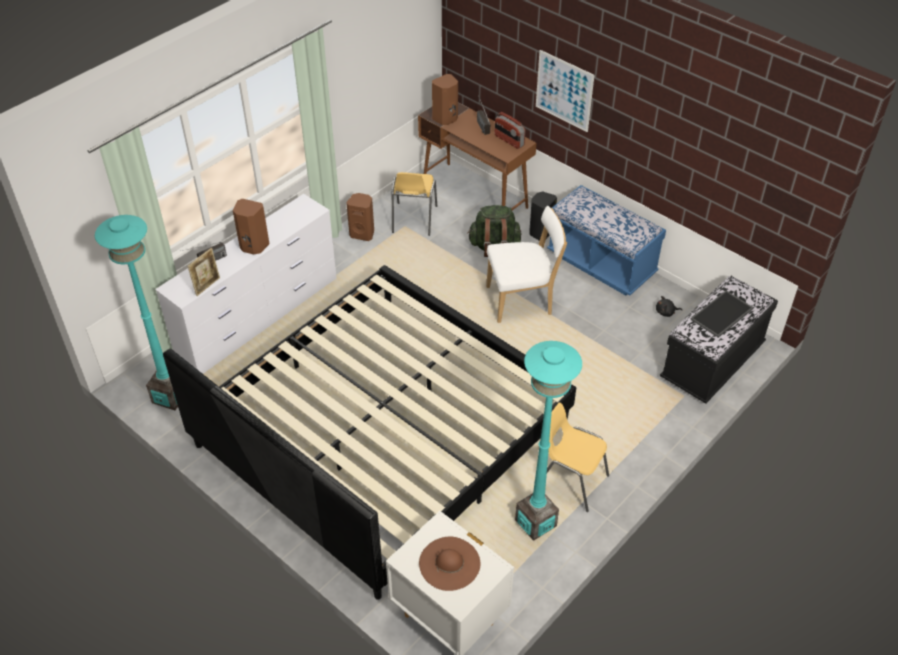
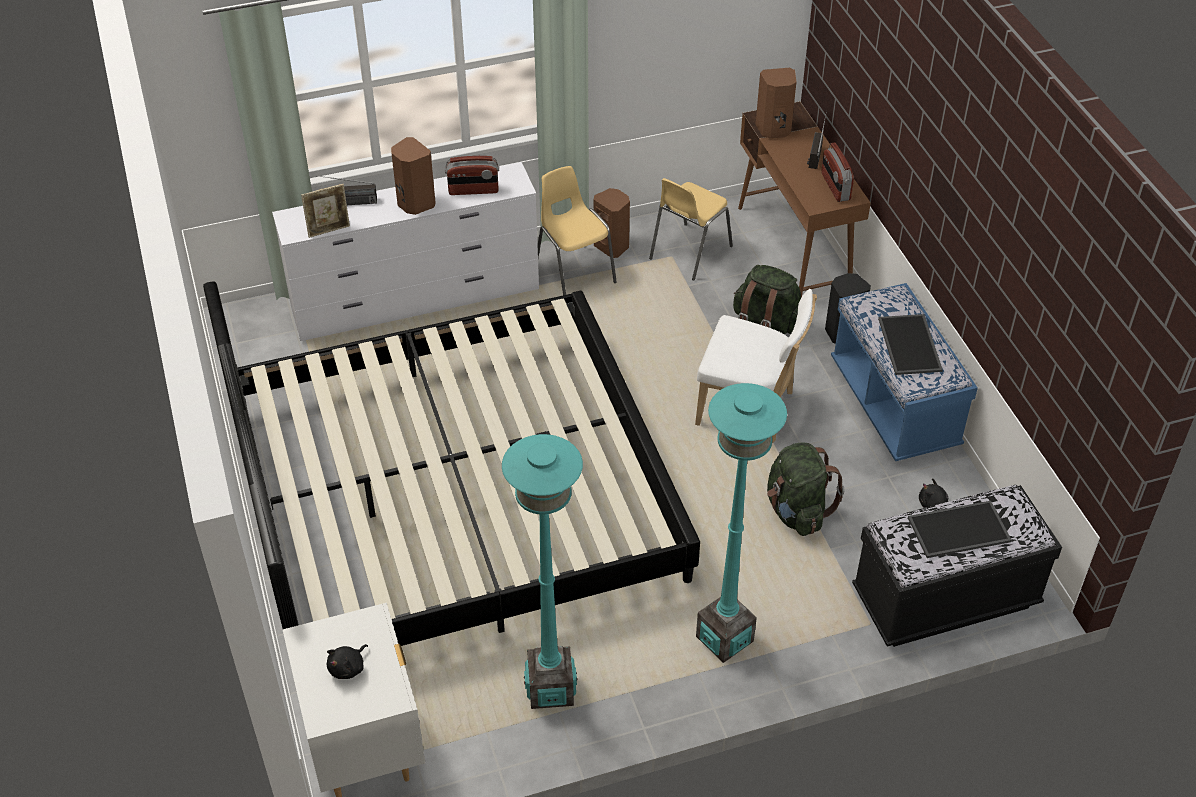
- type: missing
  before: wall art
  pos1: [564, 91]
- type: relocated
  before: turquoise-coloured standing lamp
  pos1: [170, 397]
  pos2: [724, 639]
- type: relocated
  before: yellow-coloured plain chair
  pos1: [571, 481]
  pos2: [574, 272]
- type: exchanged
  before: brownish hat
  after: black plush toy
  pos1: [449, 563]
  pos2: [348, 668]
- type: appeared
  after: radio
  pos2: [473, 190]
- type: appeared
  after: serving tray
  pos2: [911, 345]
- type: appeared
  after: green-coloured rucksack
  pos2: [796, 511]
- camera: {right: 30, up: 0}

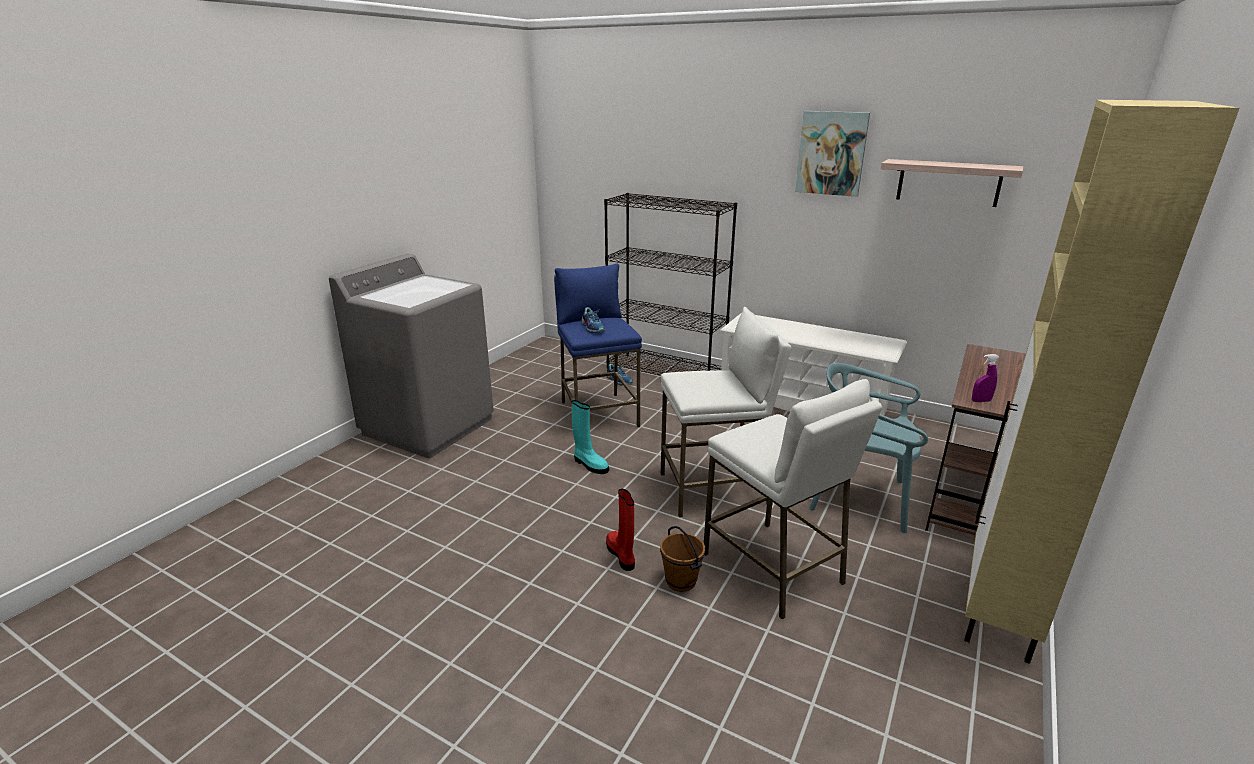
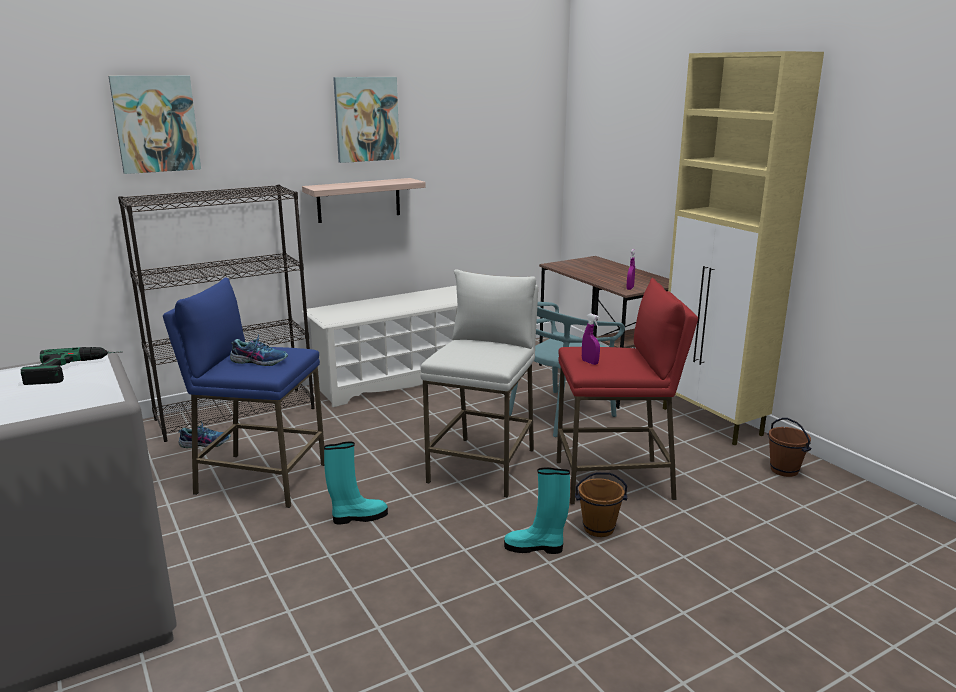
- type: relocated
  before: wall shelf
  pos1: [948, 182]
  pos2: [359, 200]
- type: colour
  before: white-coloured sitting stool
  after: red sitting stool
  pos1: [773, 568]
  pos2: [614, 480]
- type: colour
  before: red boot
  after: turquoise-coloured boot
  pos1: [621, 555]
  pos2: [535, 547]
- type: appeared
  after: wall art
  pos2: [156, 124]
- type: appeared
  after: purple-coloured hand sprayer
  pos2: [590, 362]
- type: appeared
  after: electric drill
  pos2: [76, 370]
- type: appeared
  after: brownish water bucket
  pos2: [784, 470]
- camera: {right: -60, up: -5}

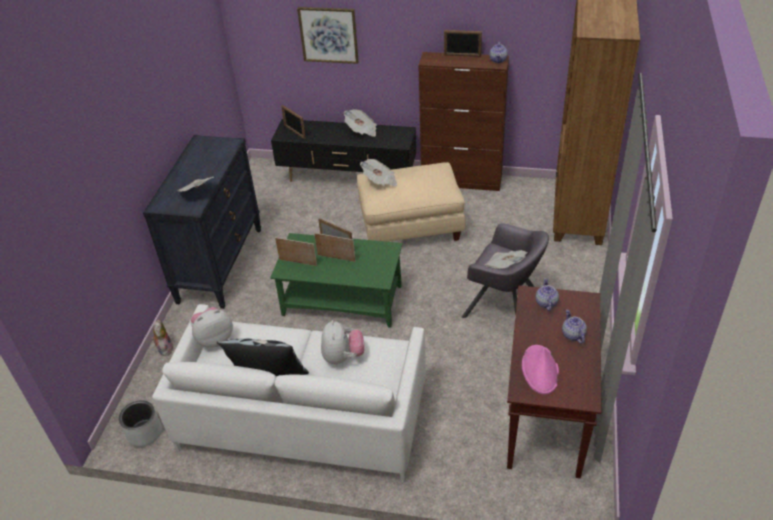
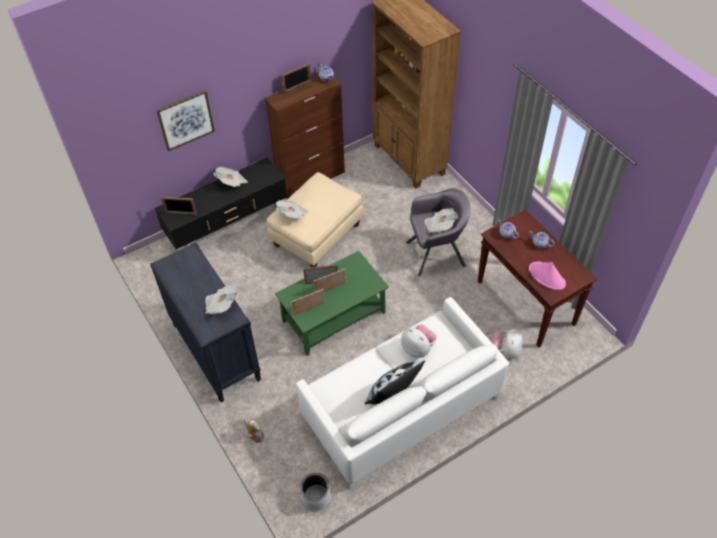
- type: relocated
  before: plush toy
  pos1: [214, 339]
  pos2: [505, 351]
- camera: {right: -45, up: 10}

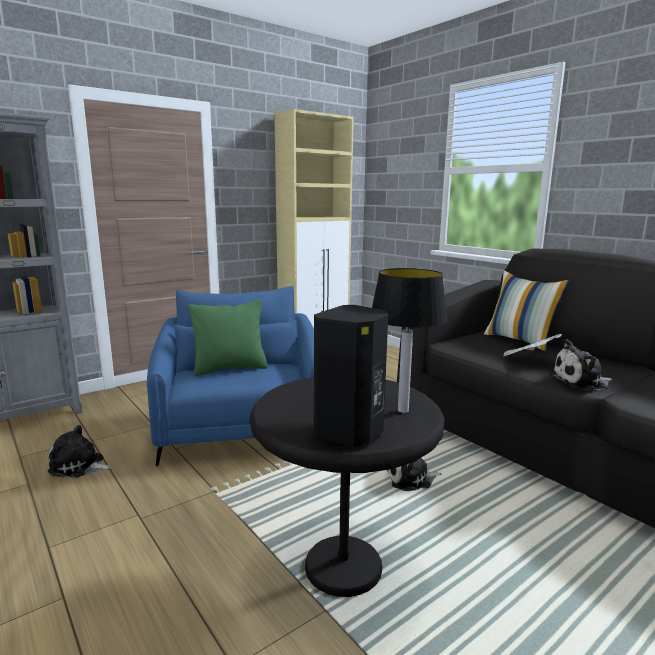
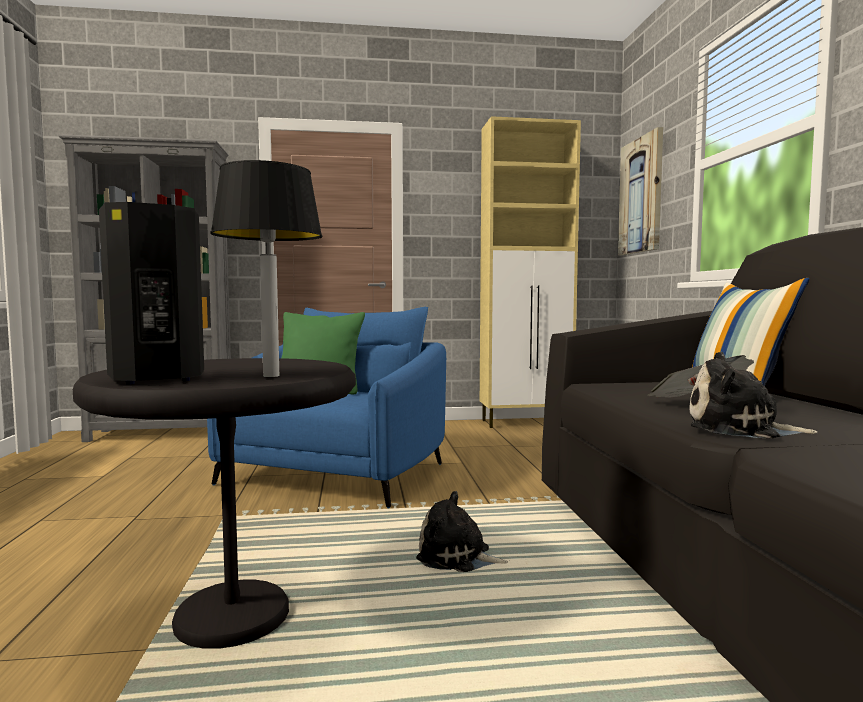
- type: missing
  before: plush toy
  pos1: [79, 466]
- type: appeared
  after: wall art
  pos2: [641, 195]
- camera: {right: 30, up: -10}

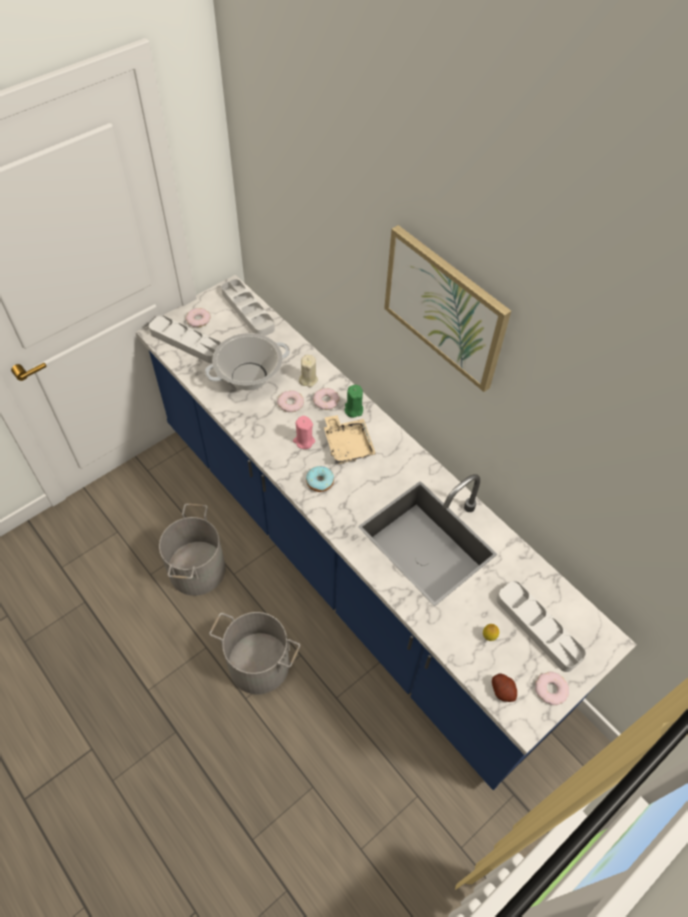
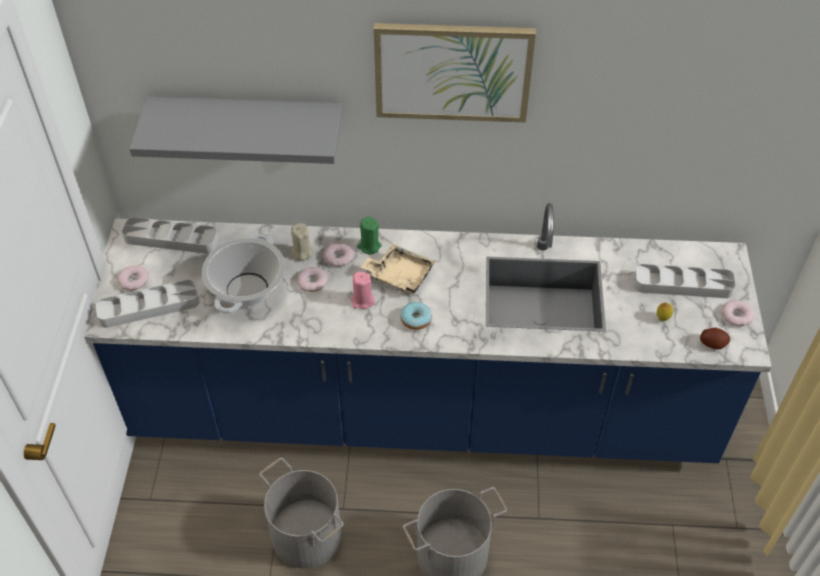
- type: appeared
  after: greyish wall shelf
  pos2: [247, 124]
- camera: {right: -45, up: -5}

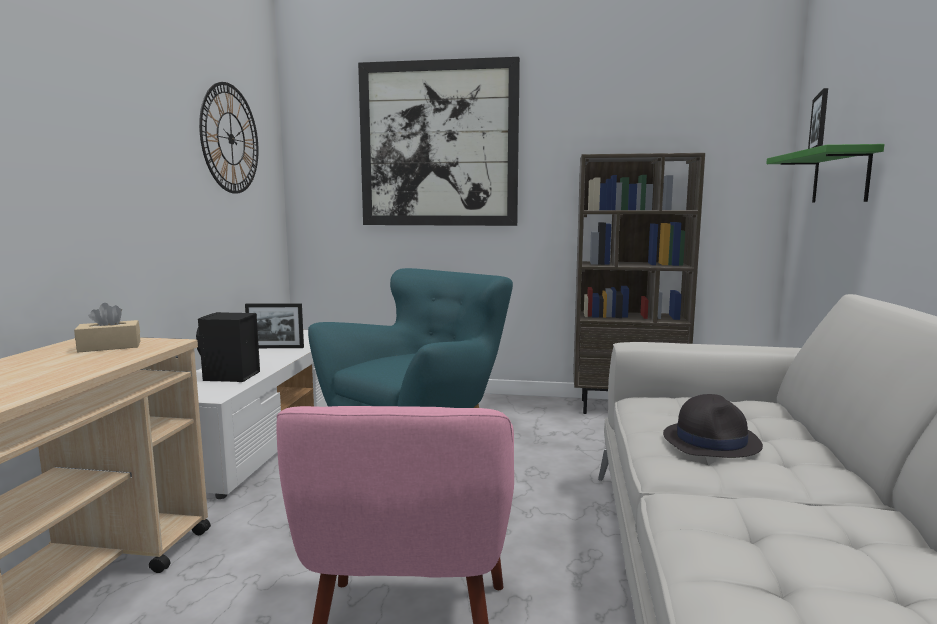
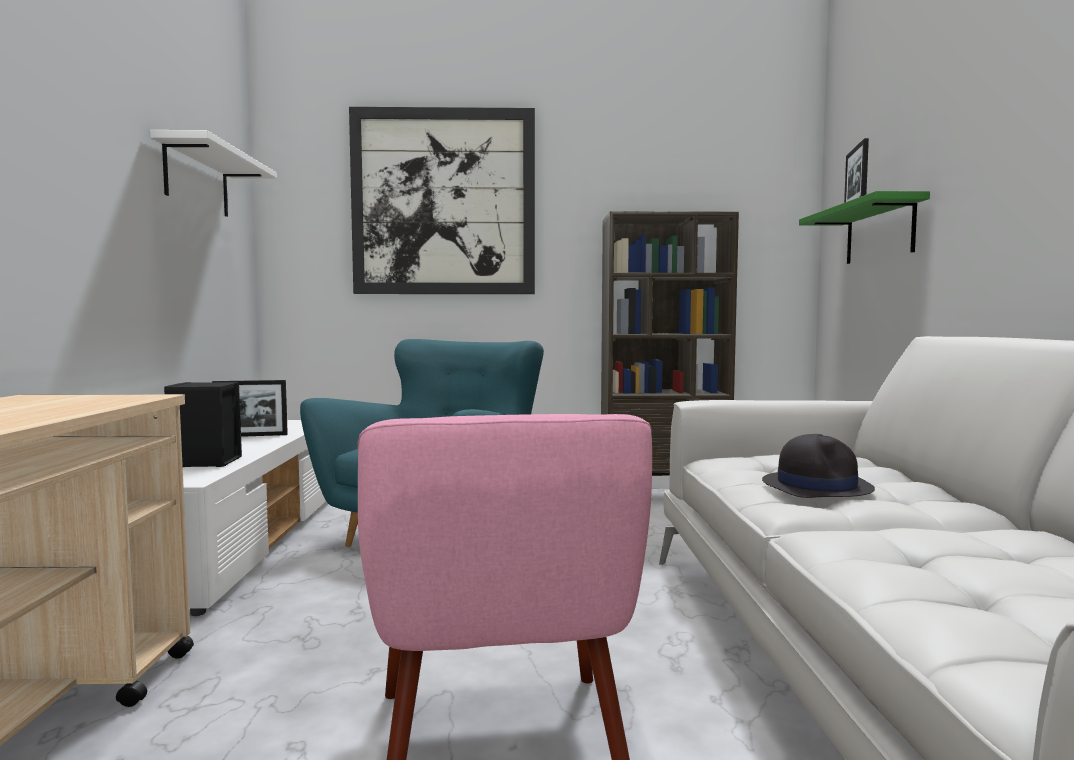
- type: exchanged
  before: wall clock
  after: white-coloured wall shelf
  pos1: [230, 139]
  pos2: [197, 180]
- type: missing
  before: sand-coloured tissue box
  pos1: [109, 347]
- camera: {right: -10, up: -5}

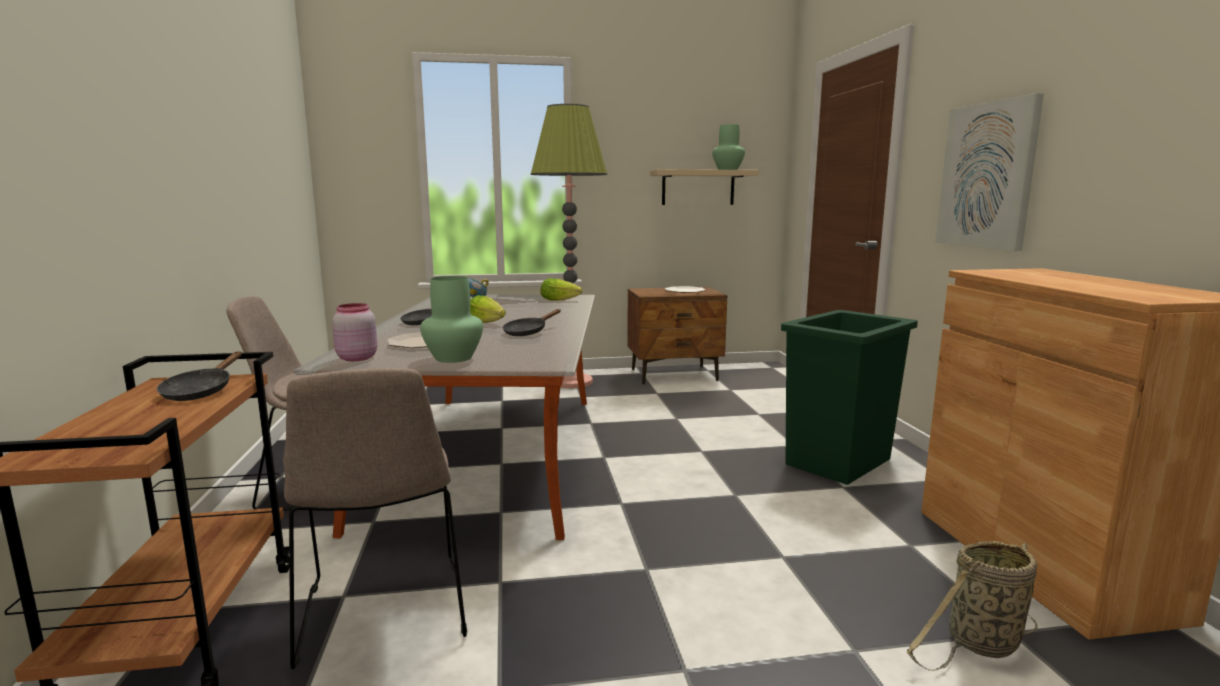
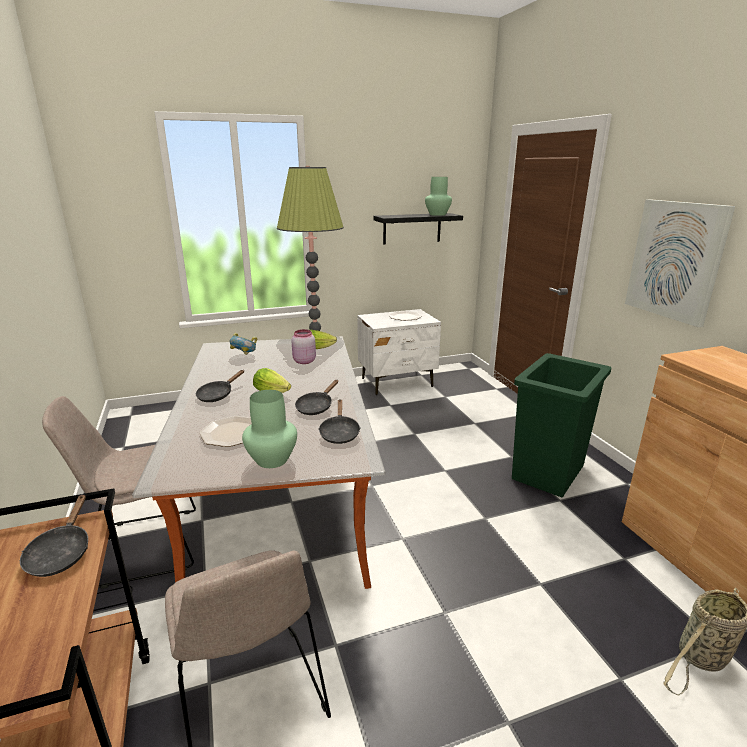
- type: colour
  before: sand-coloured wall shelf
  after: black wall shelf
  pos1: [698, 187]
  pos2: [412, 228]
- type: colour
  before: brownish nightstand
  after: white-coloured nightstand
  pos1: [674, 375]
  pos2: [397, 382]
- type: relocated
  before: pink-coloured preserve jar
  pos1: [356, 358]
  pos2: [303, 361]
- type: appeared
  after: black pan
  pos2: [339, 433]
- camera: {right: -10, up: 10}

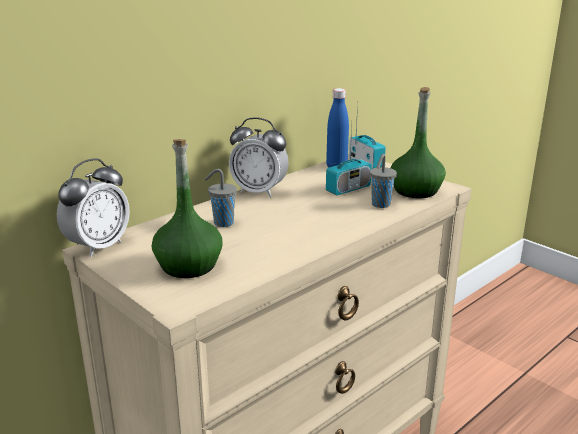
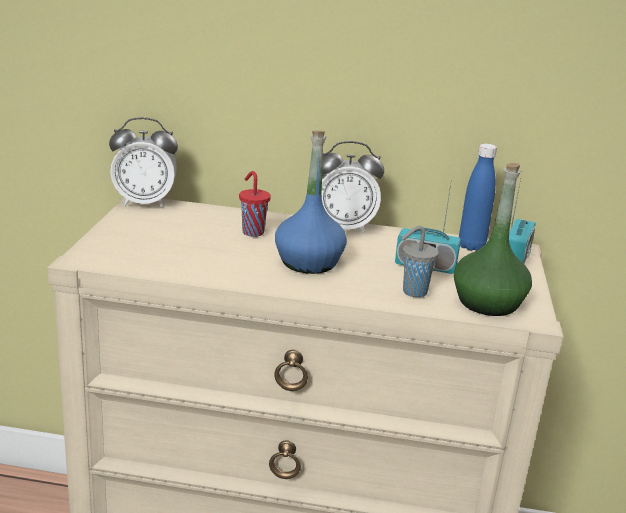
- type: spun
  before: alarm clock
  pos1: [259, 192]
  pos2: [344, 228]
  turn: -75
- type: missing
  before: green-coloured bottle
  pos1: [188, 265]
- type: colour
  before: greyish cup
  after: red cup
  pos1: [222, 223]
  pos2: [252, 232]
- type: appeared
  after: bluish bottle
  pos2: [308, 262]
- camera: {right: 50, up: 0}

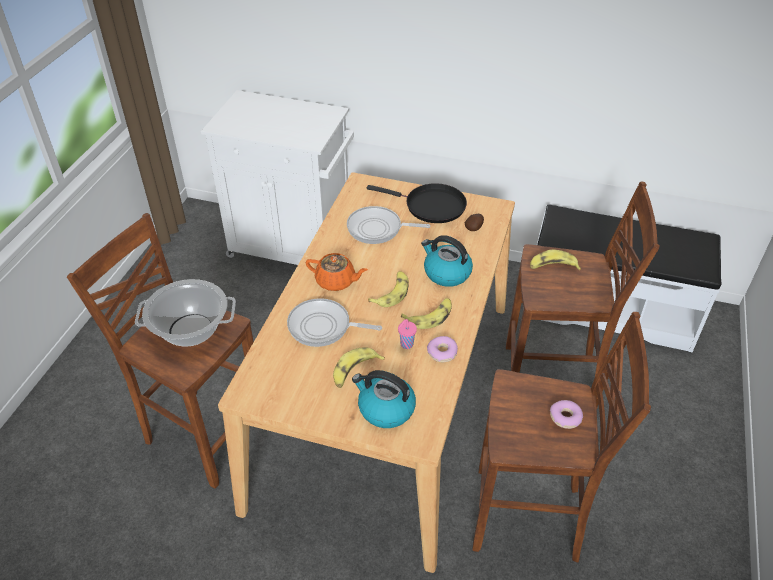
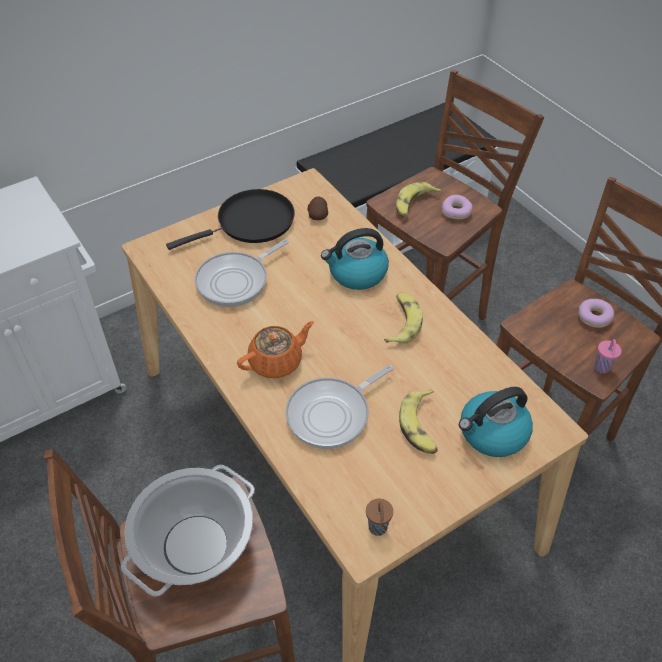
- type: missing
  before: banana
  pos1: [391, 293]
- type: relocated
  before: pink-coloured cup
  pos1: [406, 345]
  pos2: [602, 368]
- type: relocated
  before: doughnut
  pos1: [442, 353]
  pos2: [456, 211]
- type: appeared
  after: brownish cup
  pos2: [378, 528]
- camera: {right: -50, up: 5}

